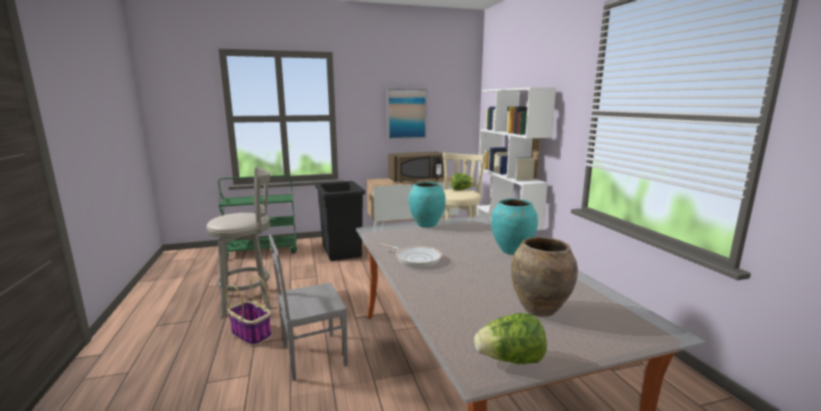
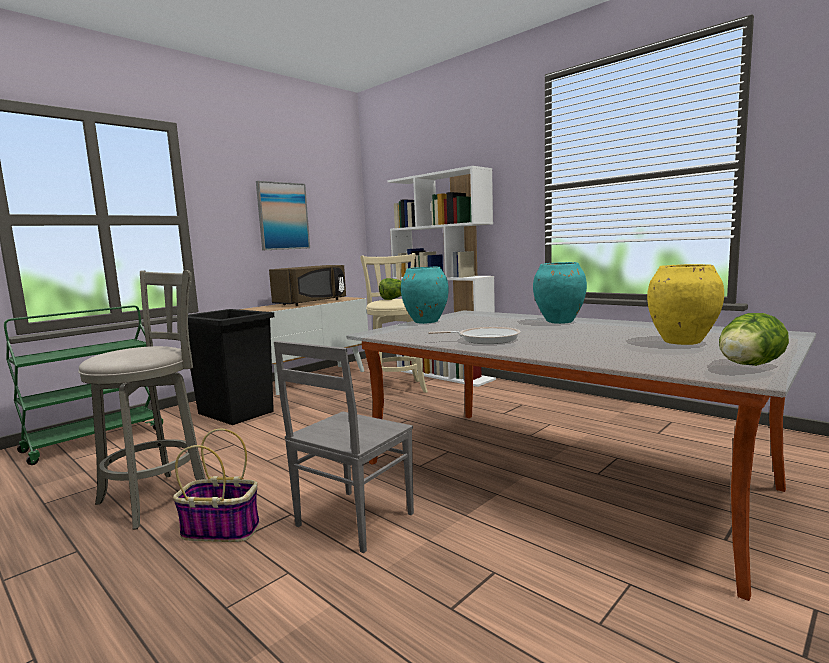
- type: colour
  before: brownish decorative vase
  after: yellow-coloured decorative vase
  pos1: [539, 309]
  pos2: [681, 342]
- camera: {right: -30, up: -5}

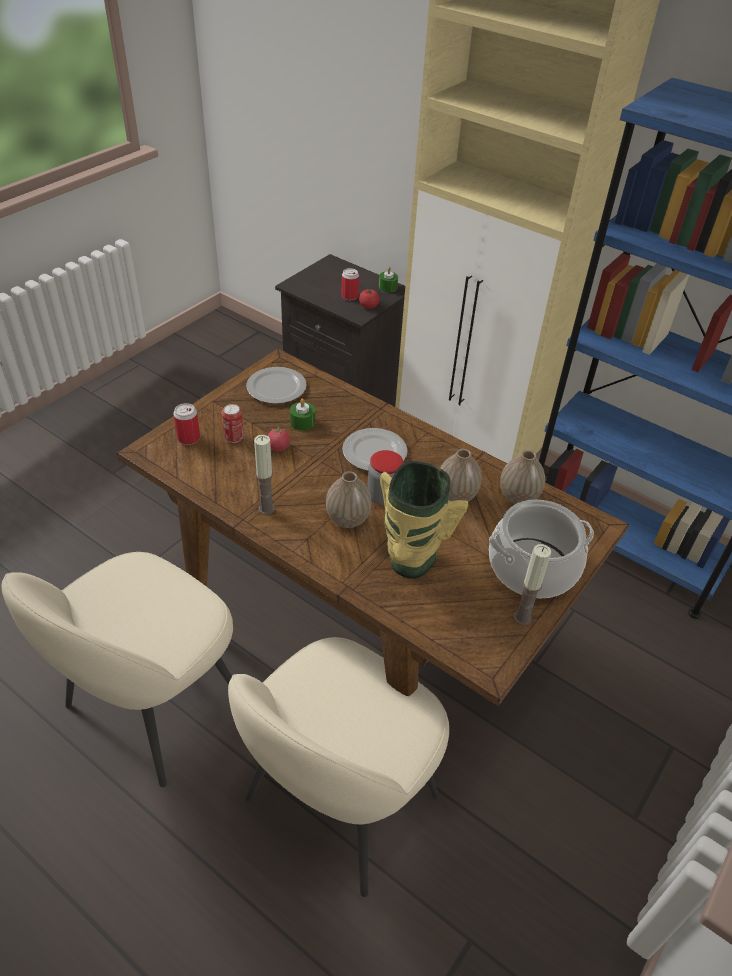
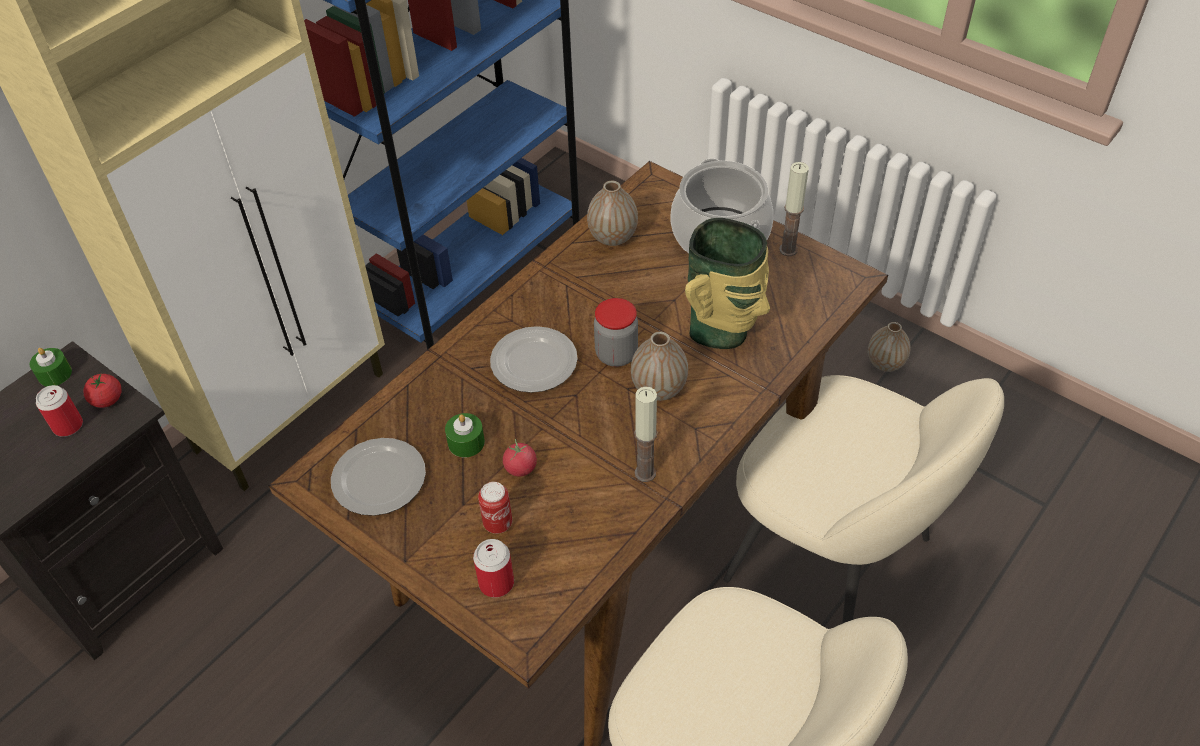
- type: relocated
  before: decorative vase
  pos1: [456, 496]
  pos2: [885, 363]
- camera: {right: -85, up: 5}

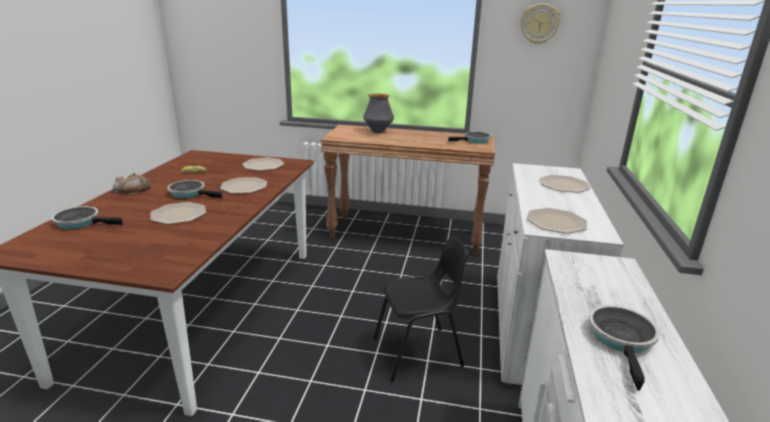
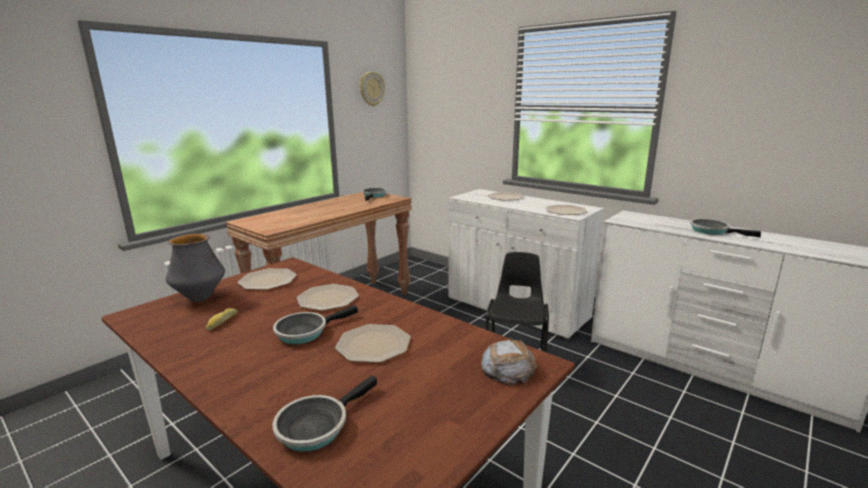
- type: relocated
  before: decorative vase
  pos1: [378, 131]
  pos2: [200, 298]
- type: relocated
  before: bread
  pos1: [132, 189]
  pos2: [507, 368]
- camera: {right: -60, up: -5}

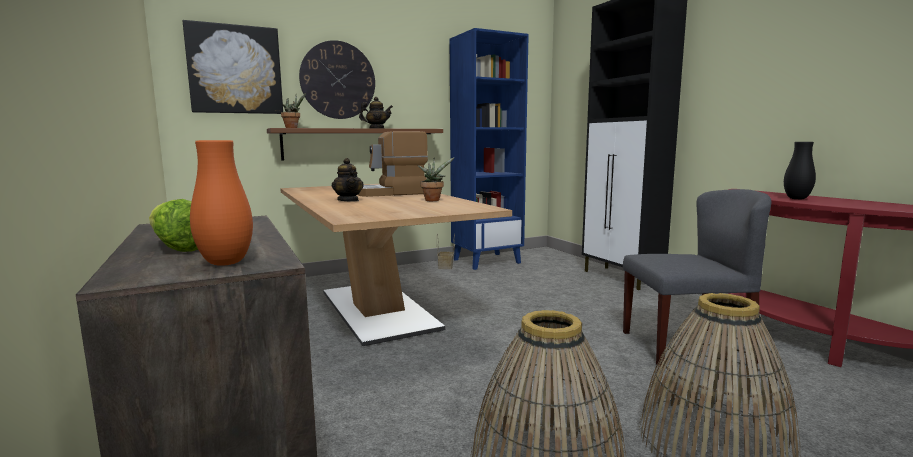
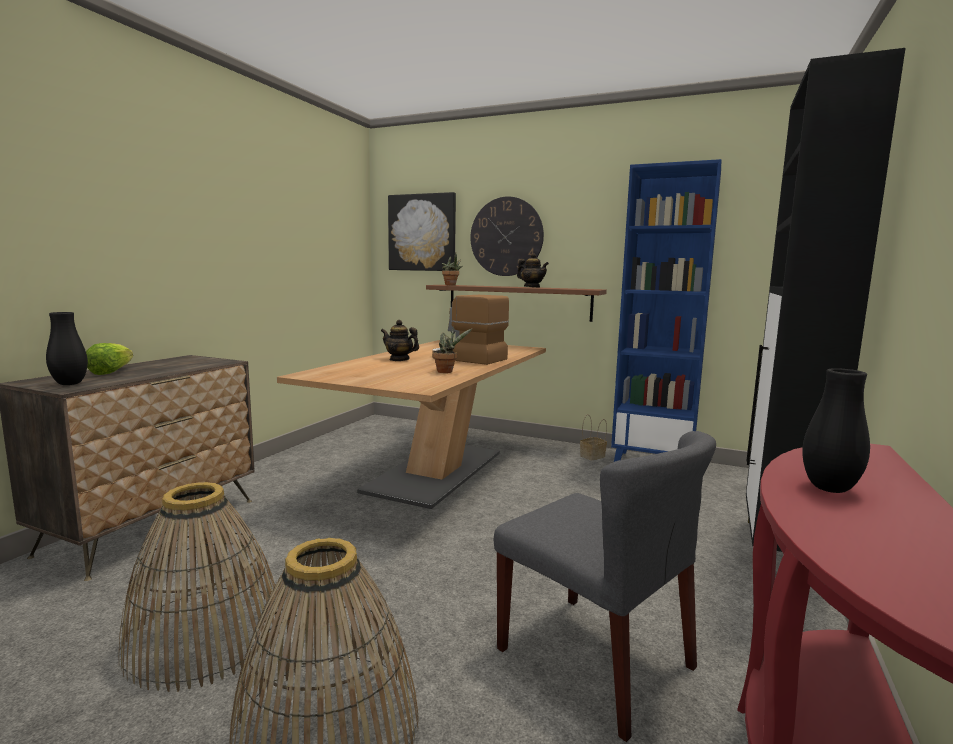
- type: colour
  before: orangey decorative vase
  after: black decorative vase
  pos1: [226, 263]
  pos2: [70, 384]
- type: spun
  before: tea pot
  pos1: [348, 200]
  pos2: [399, 359]
  turn: 90
- camera: {right: 50, up: 0}

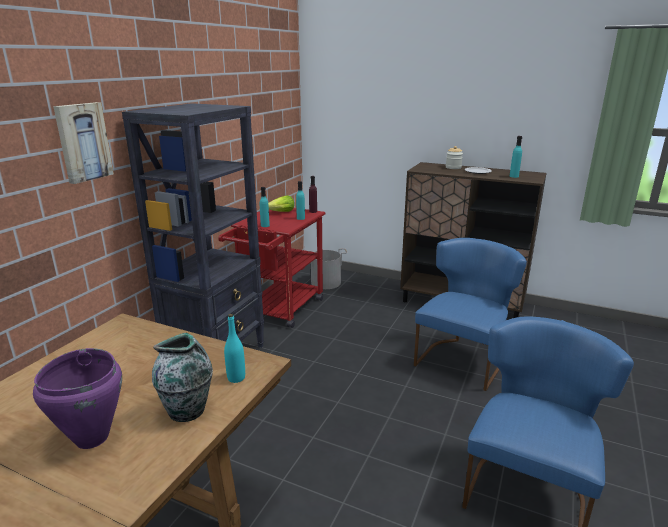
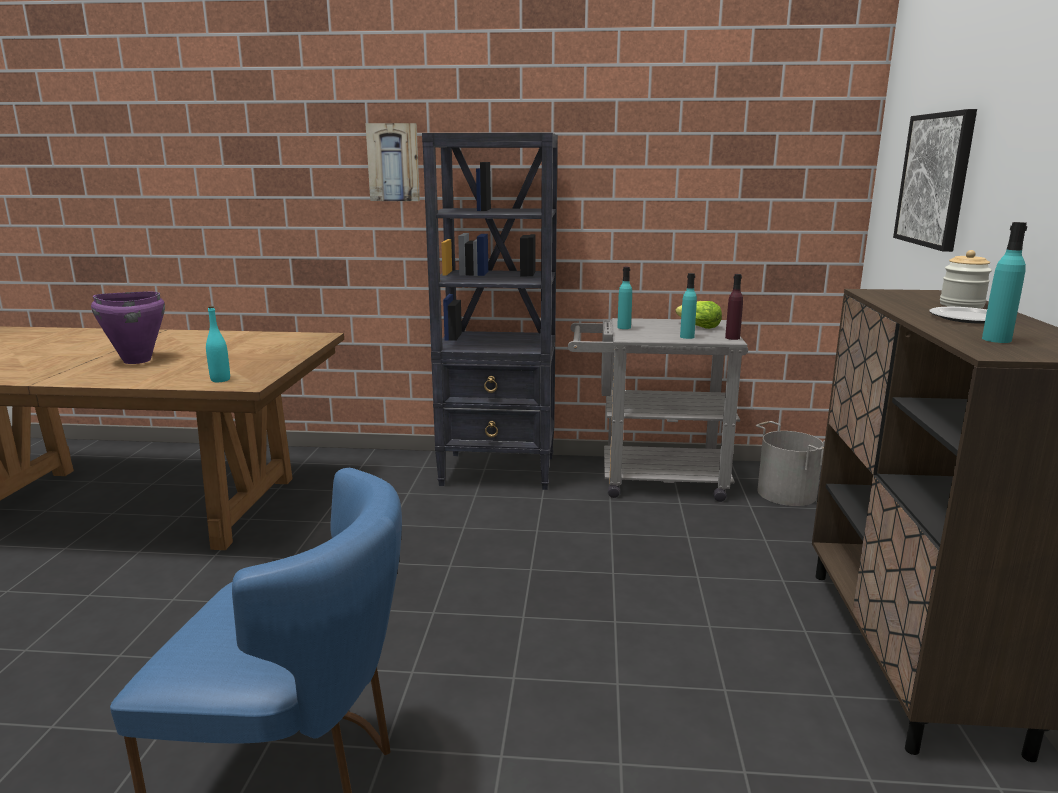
- type: colour
  before: red trolley
  after: greyish trolley
  pos1: [278, 310]
  pos2: [649, 479]
- type: missing
  before: bluish plain chair
  pos1: [463, 359]
- type: missing
  before: decorative vase
  pos1: [188, 410]
- type: appeared
  after: wall art
  pos2: [935, 180]
- camera: {right: 70, up: -5}

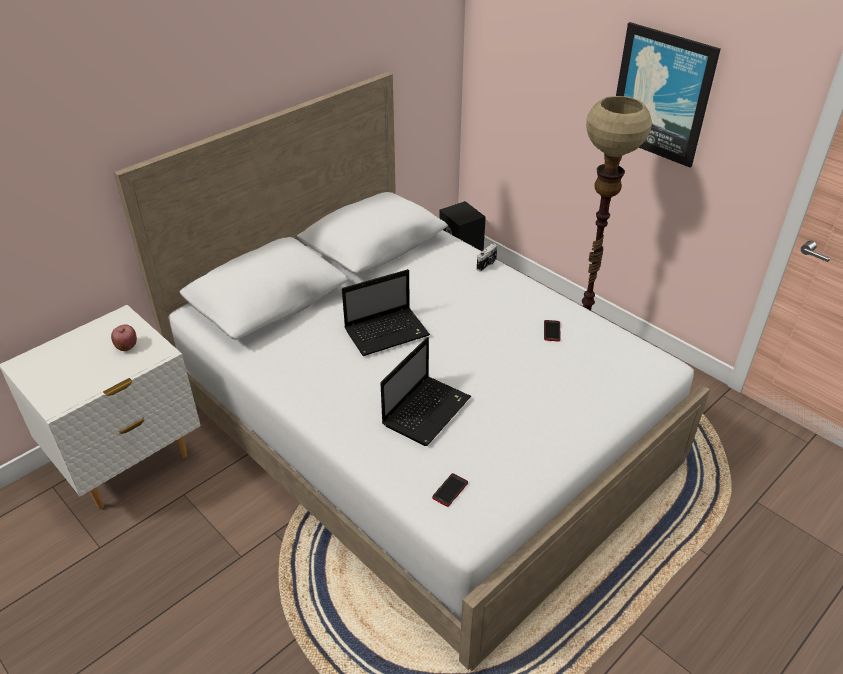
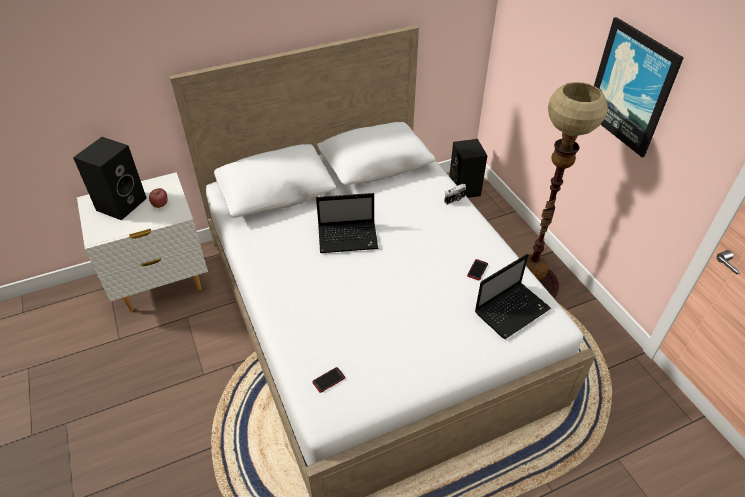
- type: relocated
  before: notebook computer
  pos1: [427, 410]
  pos2: [512, 310]
- type: appeared
  after: black audio speaker
  pos2: [121, 203]
- camera: {right: 20, up: 5}

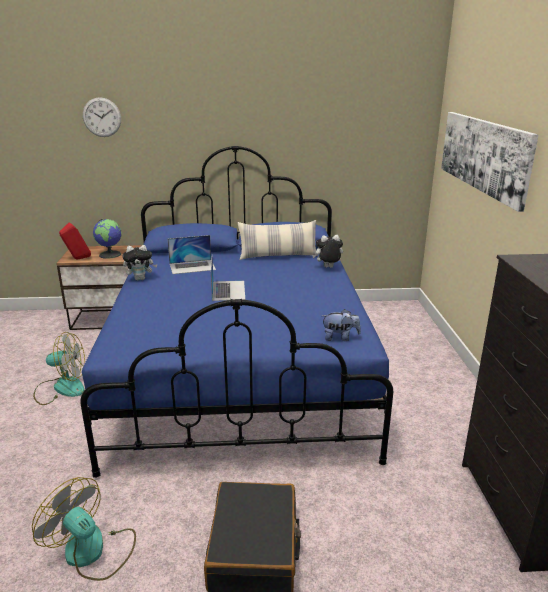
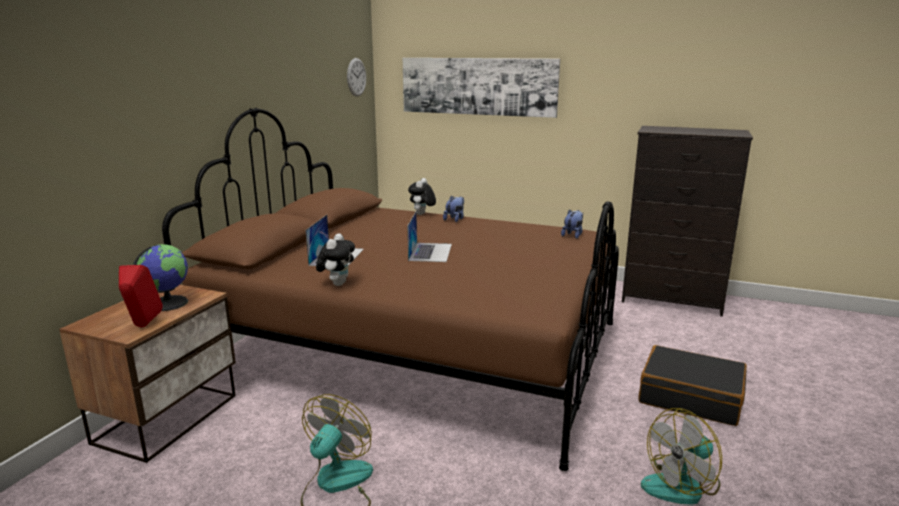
- type: relocated
  before: wall clock
  pos1: [102, 117]
  pos2: [356, 77]
- type: colour
  before: bluish bed
  after: brownish bed
  pos1: [241, 369]
  pos2: [418, 350]
- type: missing
  before: throw pillow
  pos1: [278, 256]
- type: spun
  before: notebook computer
  pos1: [228, 290]
  pos2: [430, 252]
  turn: 75
- type: appeared
  after: plush toy
  pos2: [455, 219]
- camera: {right: -65, up: -5}

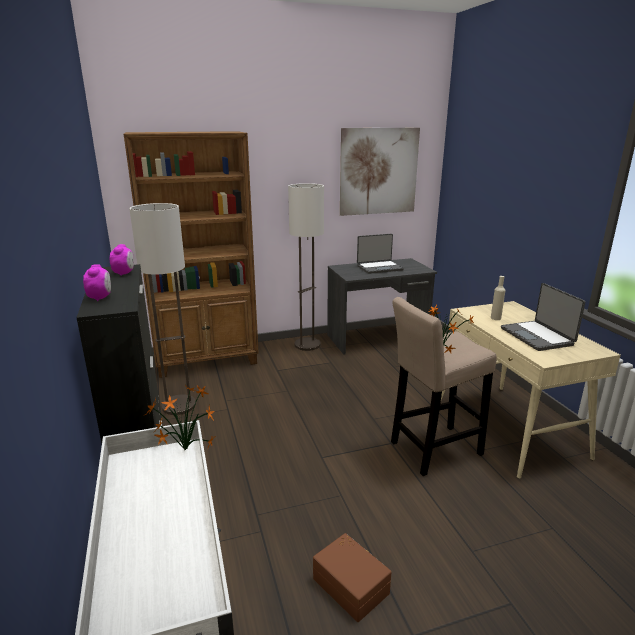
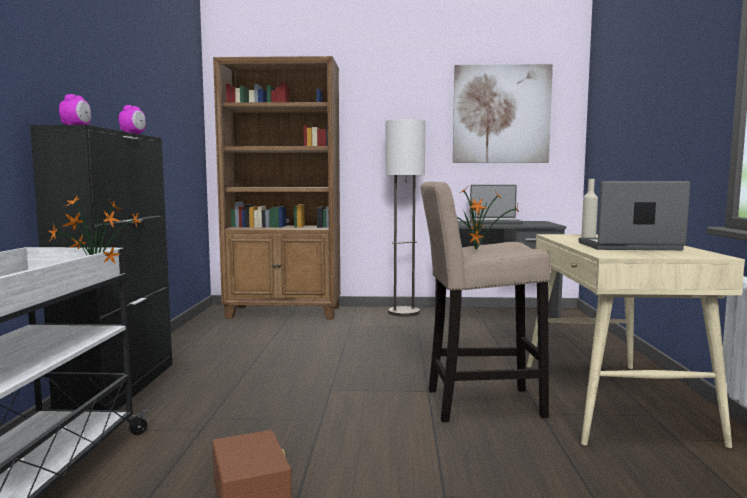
- type: missing
  before: standing lamp
  pos1: [178, 406]
- type: spun
  before: notebook computer
  pos1: [538, 336]
  pos2: [629, 247]
  turn: 90
- camera: {right: 20, up: -15}

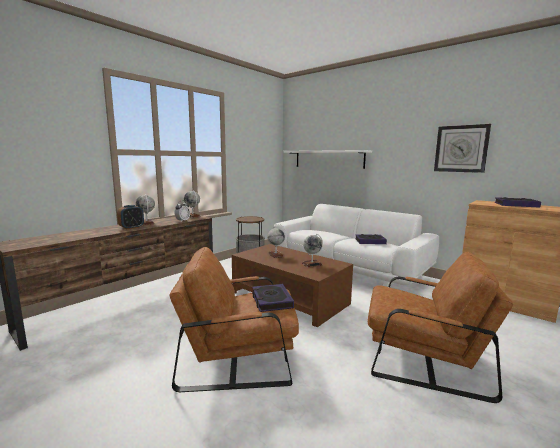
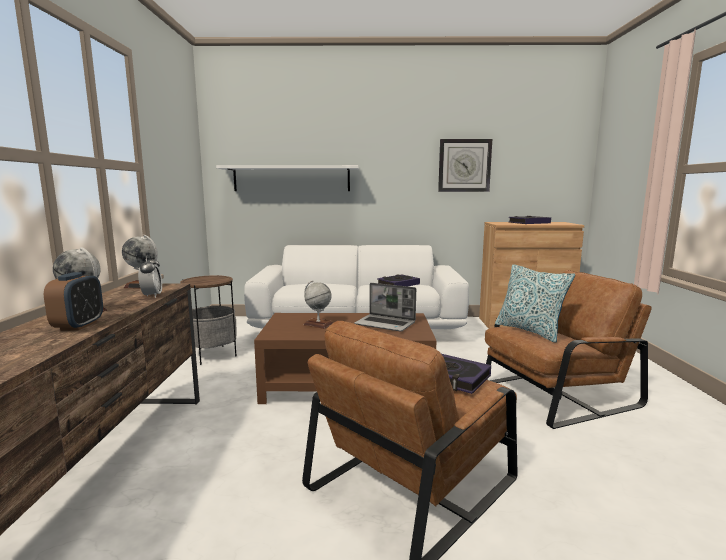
- type: exchanged
  before: world globe
  after: notebook computer
  pos1: [312, 264]
  pos2: [386, 324]
- type: appeared
  after: throw pillow
  pos2: [529, 331]
- camera: {right: -40, up: 0}

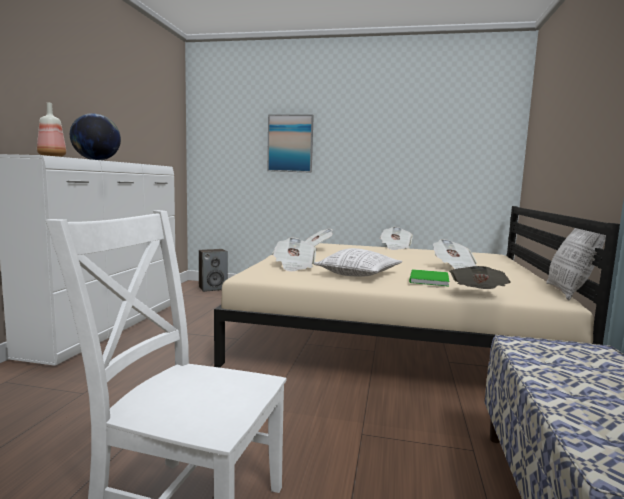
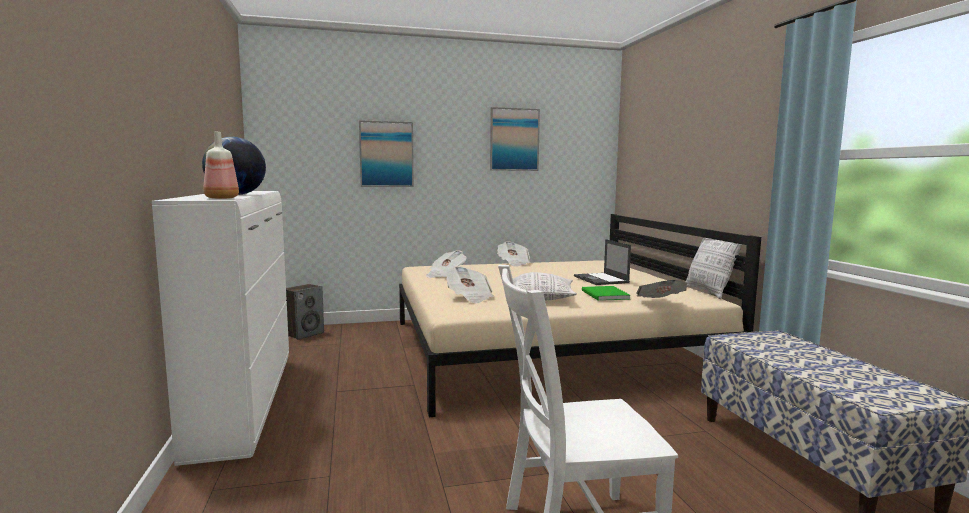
- type: exchanged
  before: printed paper
  after: notebook computer
  pos1: [454, 267]
  pos2: [601, 279]
- type: appeared
  after: wall art
  pos2: [514, 139]
- camera: {right: -25, up: 0}

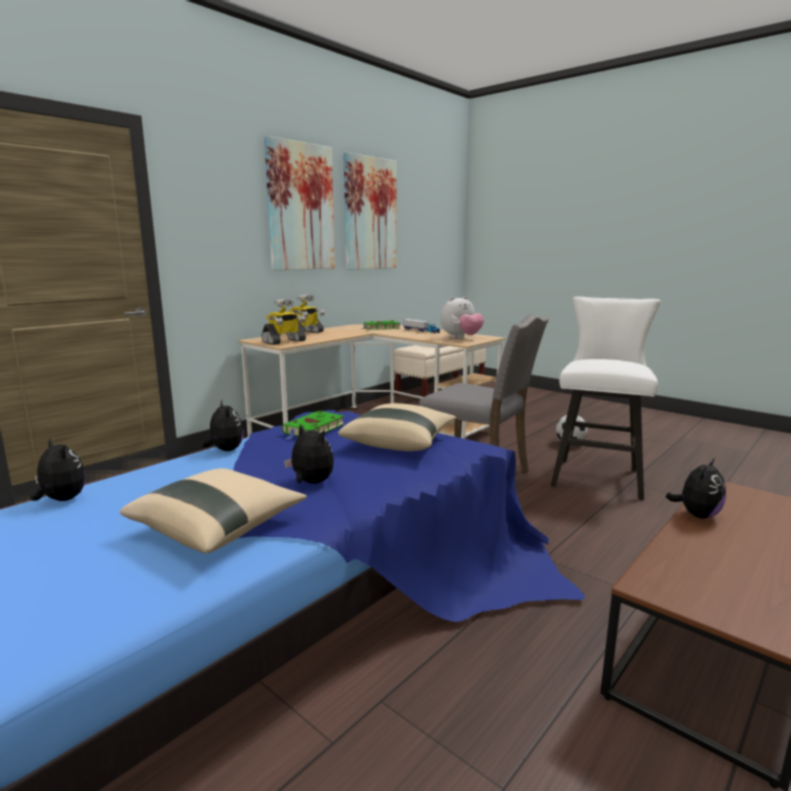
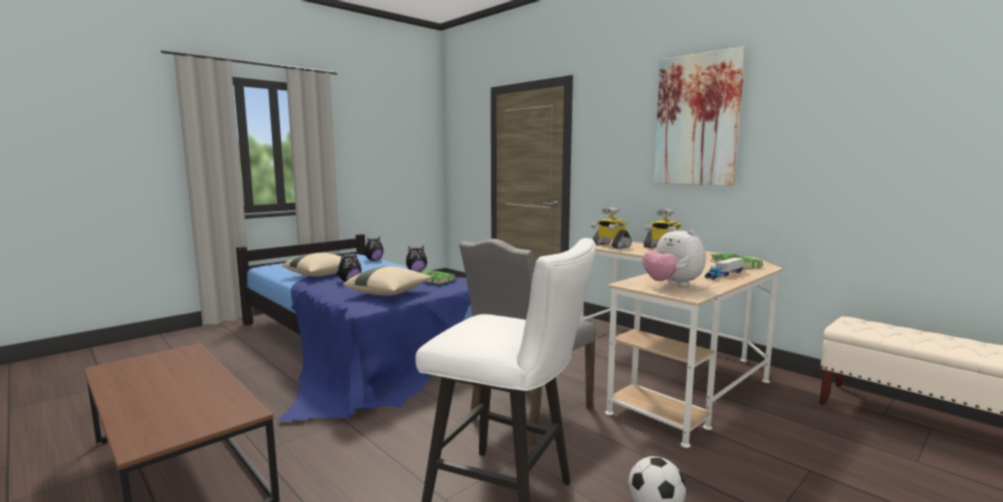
- type: missing
  before: wall art
  pos1: [370, 214]
- type: missing
  before: plush toy
  pos1: [696, 515]
- camera: {right: 95, up: -5}

